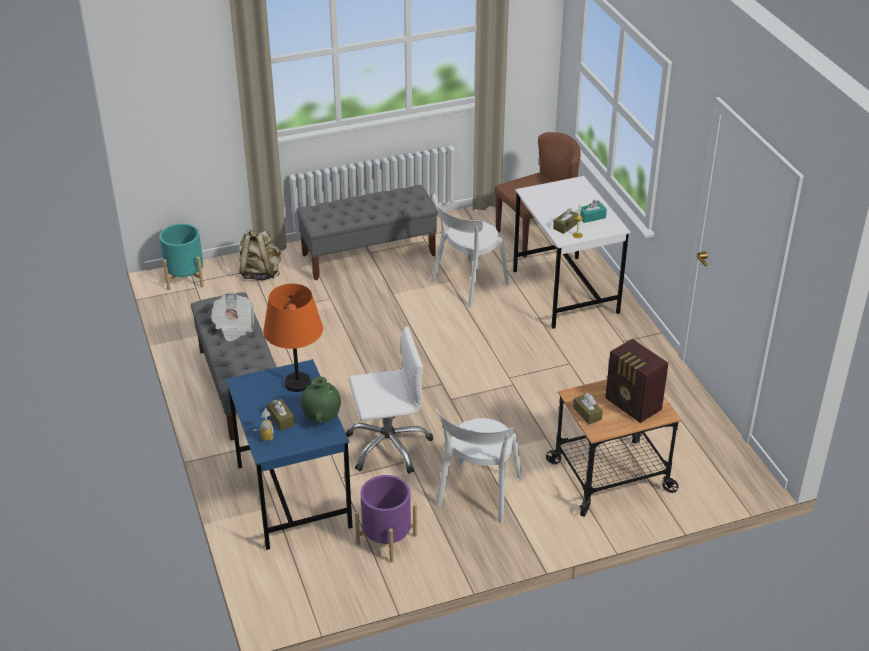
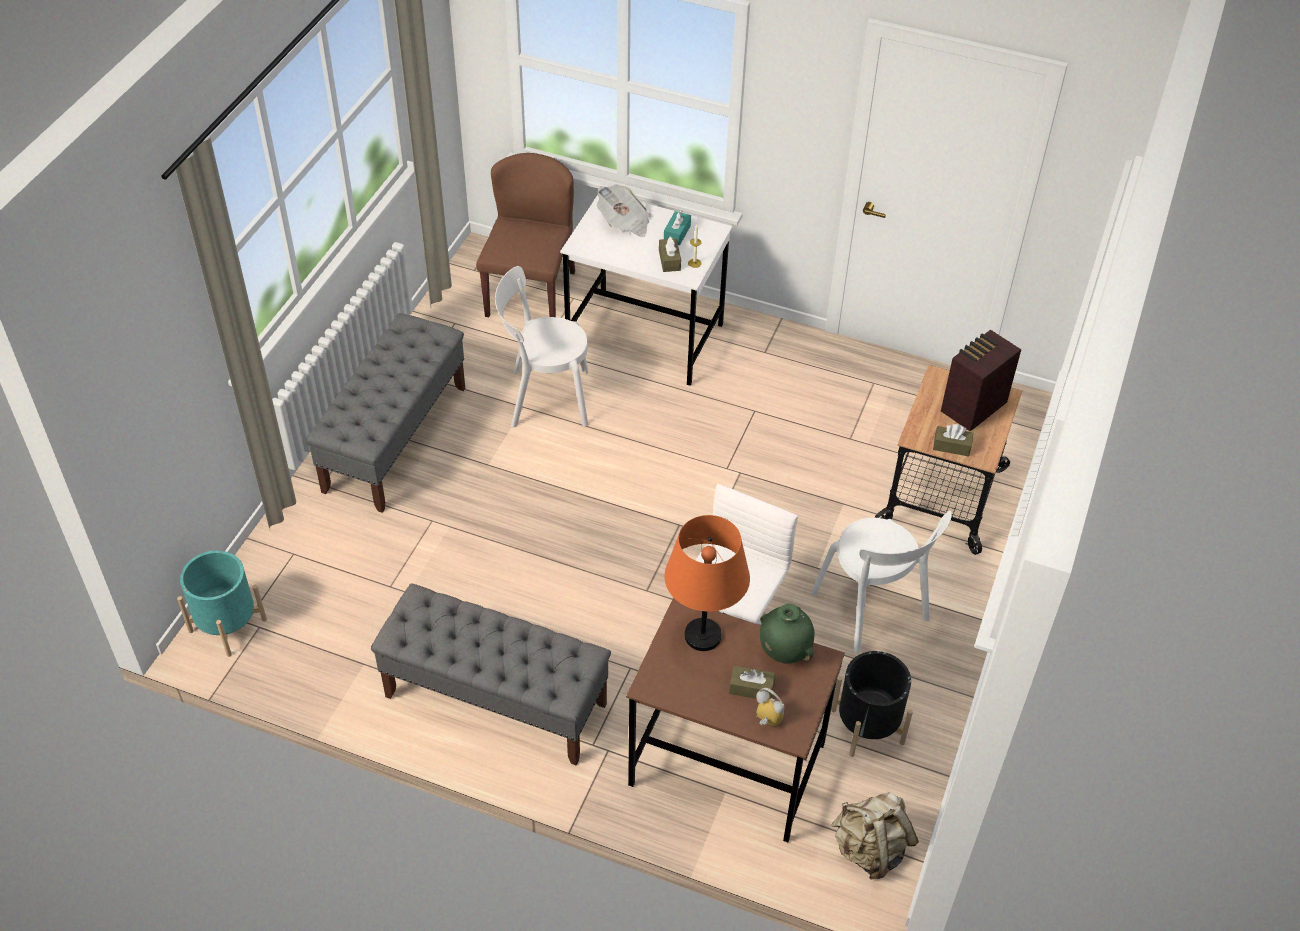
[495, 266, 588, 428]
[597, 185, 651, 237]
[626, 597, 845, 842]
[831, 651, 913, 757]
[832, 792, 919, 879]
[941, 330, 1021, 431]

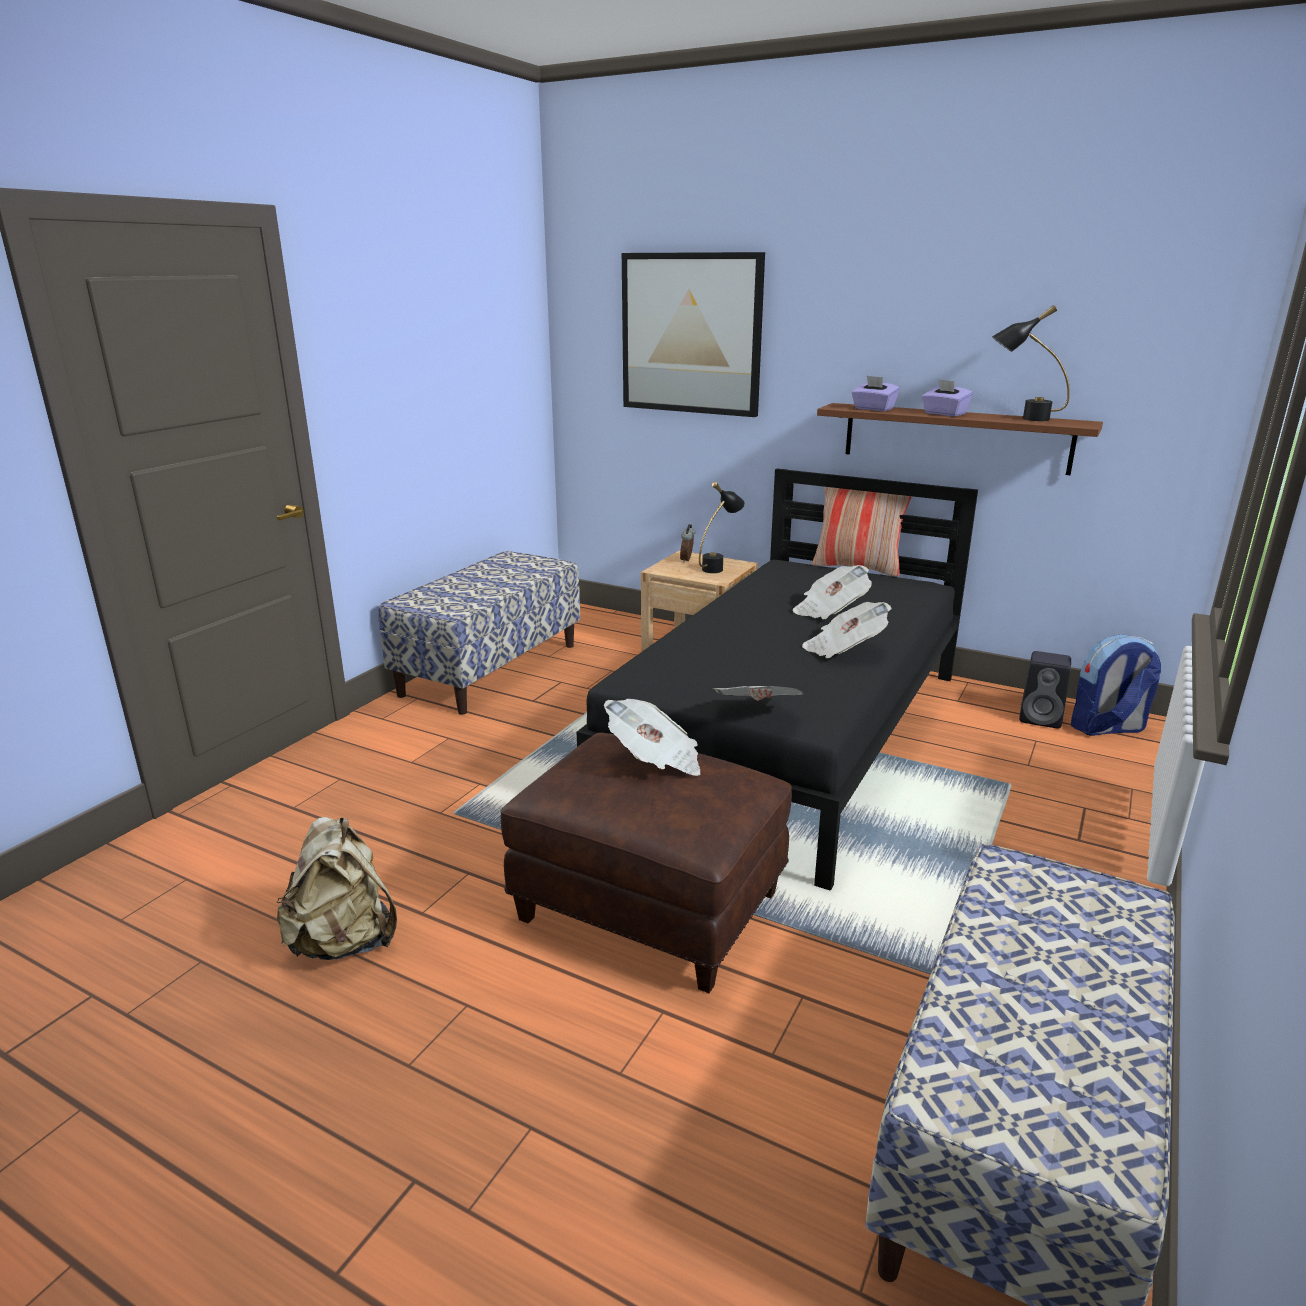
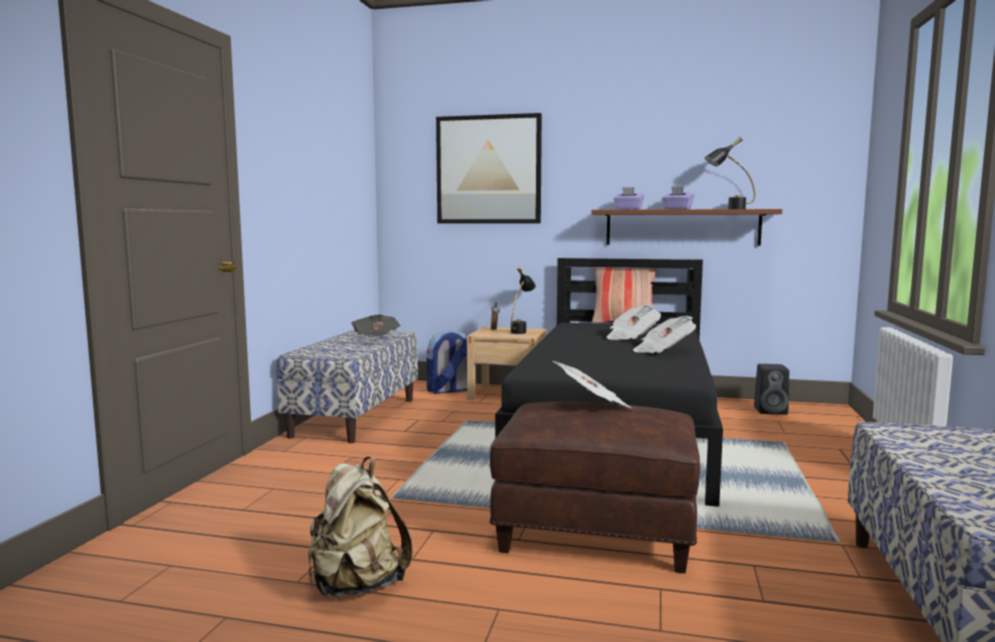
[351, 315, 400, 336]
[427, 330, 467, 394]

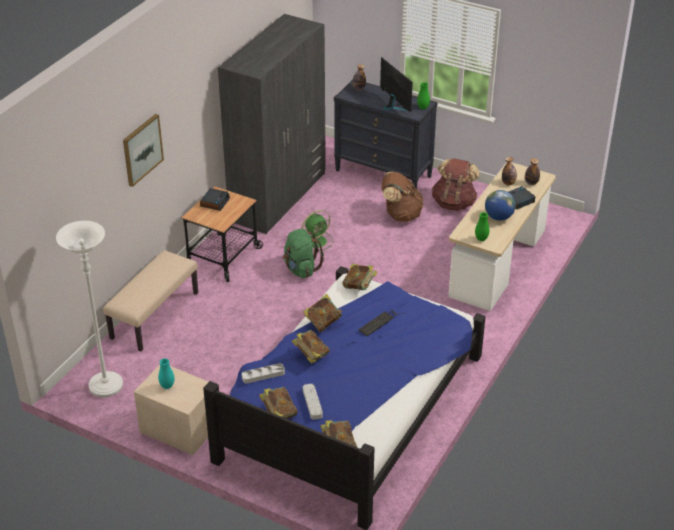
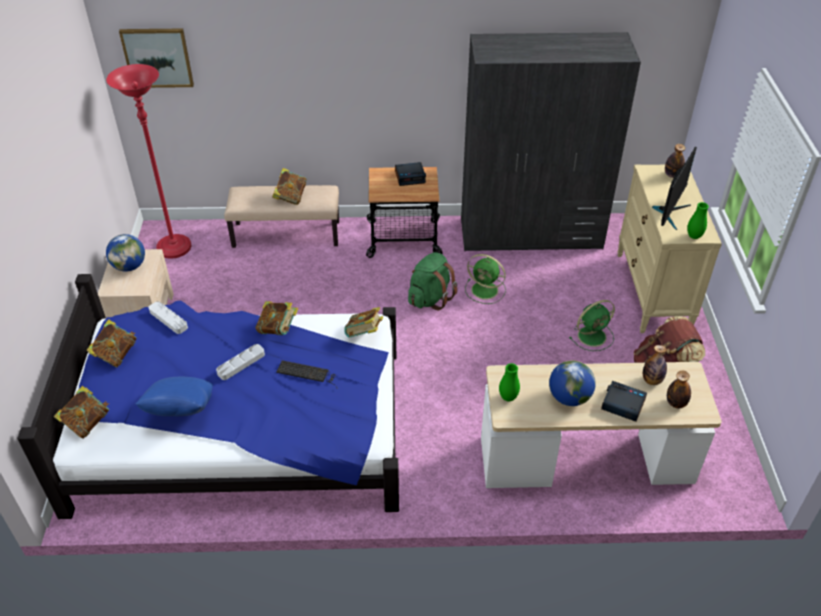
[106, 64, 191, 259]
[106, 234, 145, 272]
[119, 28, 194, 88]
[135, 377, 213, 416]
[216, 344, 265, 380]
[272, 168, 307, 205]
[569, 300, 615, 351]
[617, 165, 722, 333]

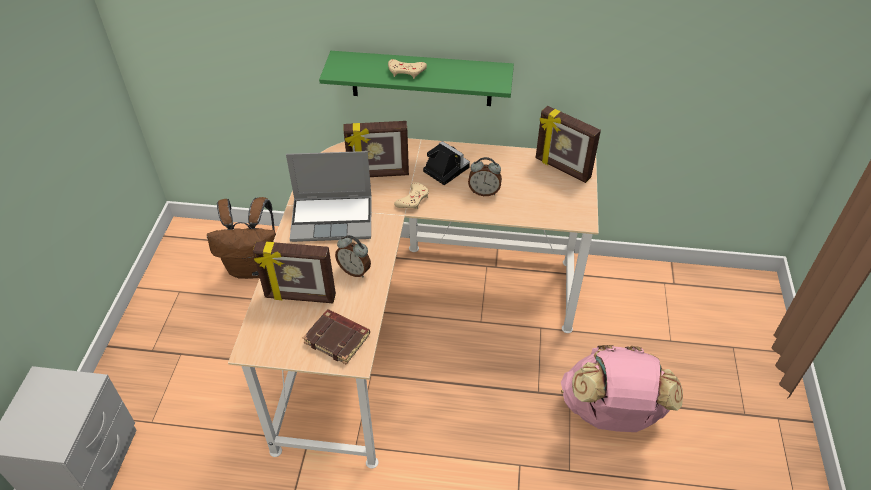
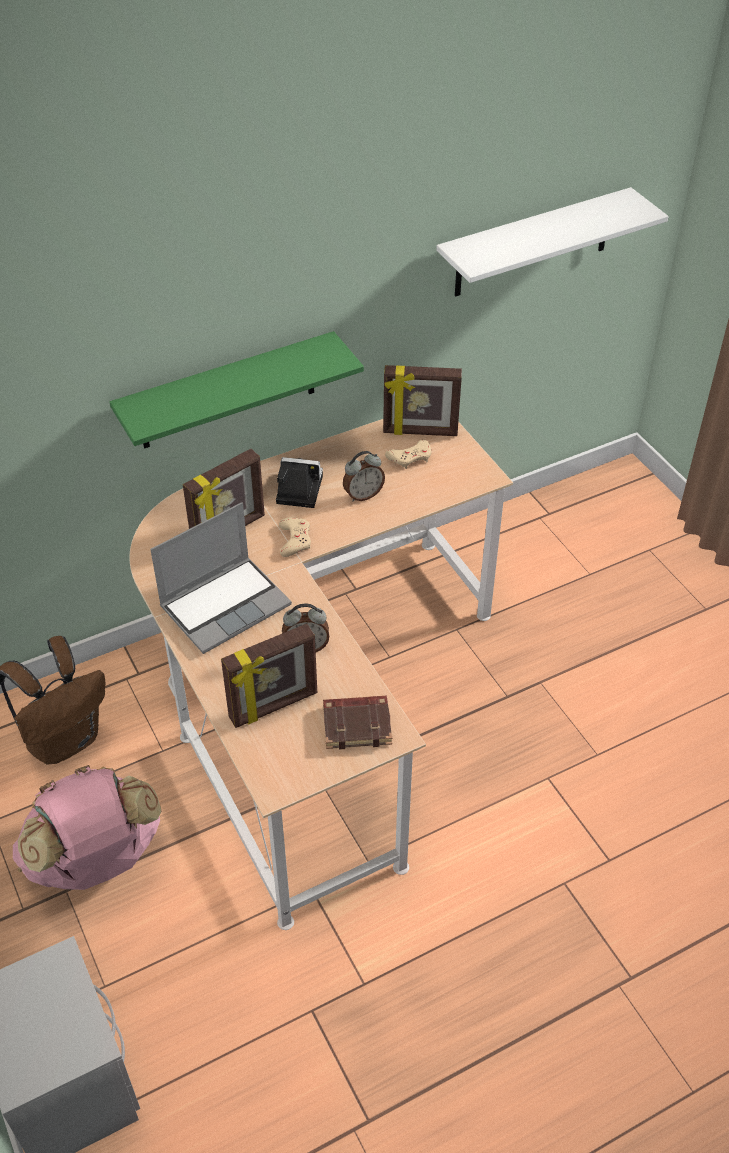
[13, 765, 161, 890]
[385, 440, 431, 469]
[436, 187, 669, 296]

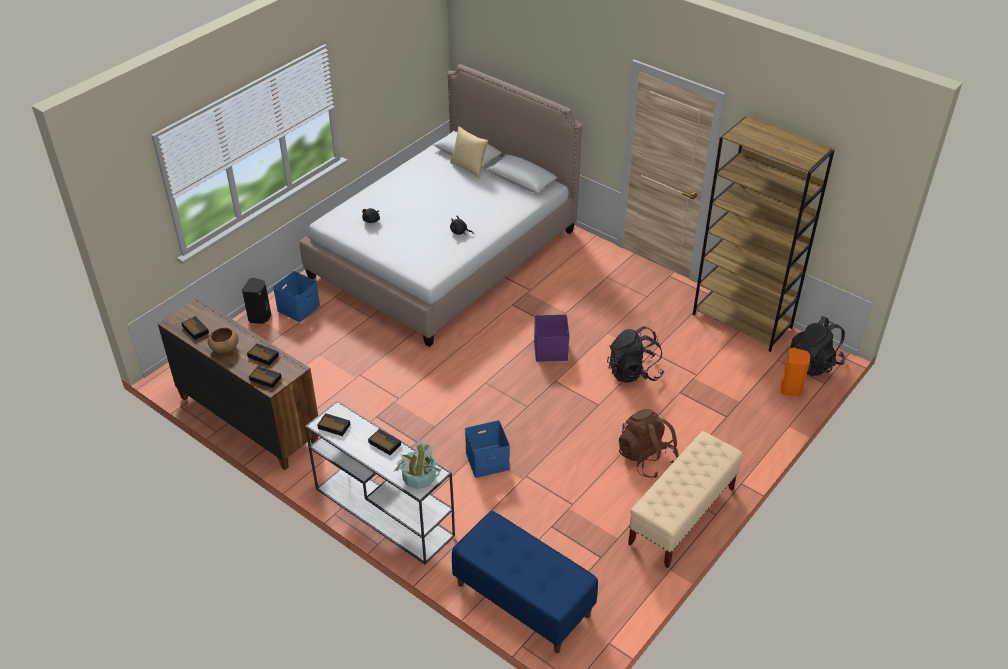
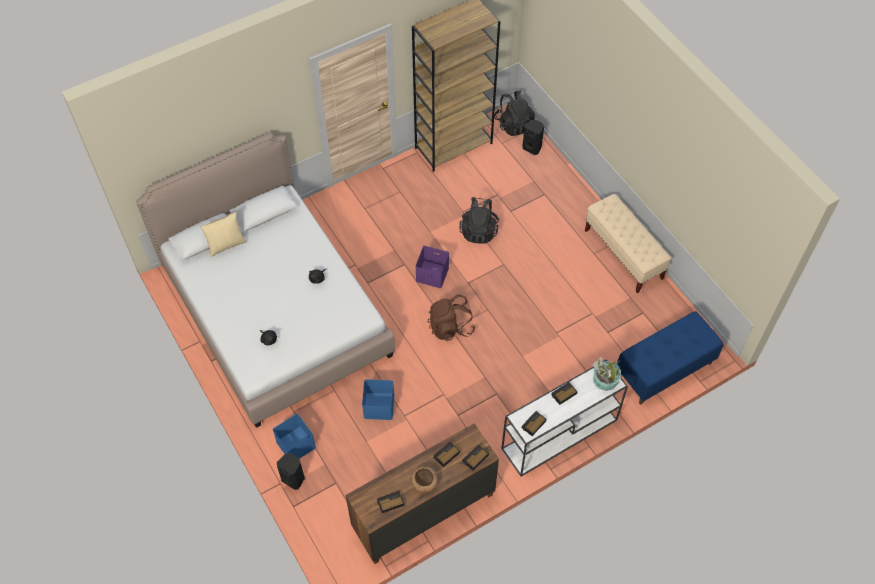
[362, 379, 394, 420]
[428, 294, 476, 341]
[522, 120, 544, 155]

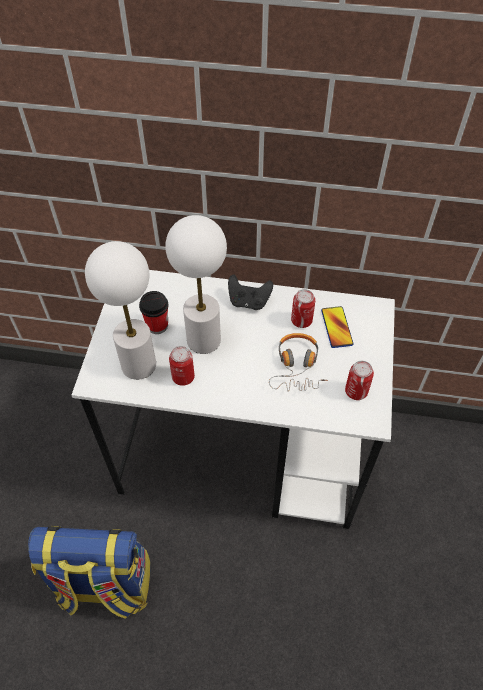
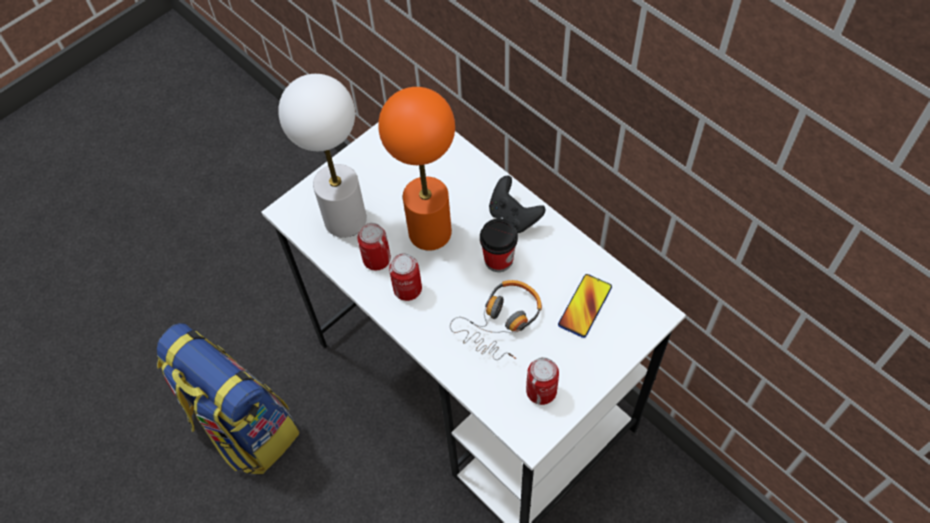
[378, 87, 455, 251]
[389, 253, 422, 301]
[480, 218, 518, 272]

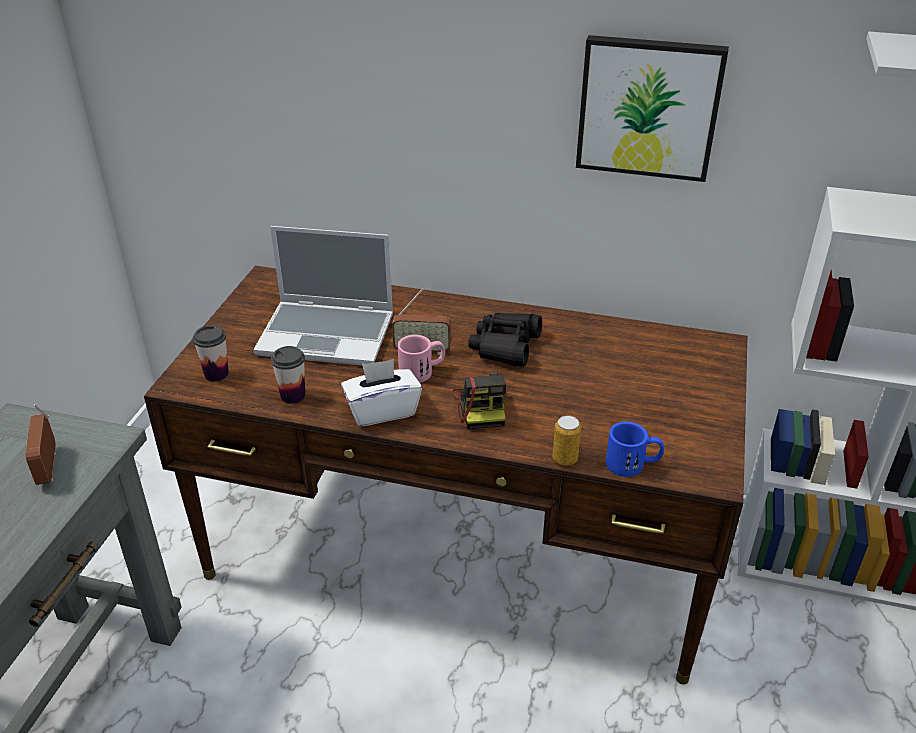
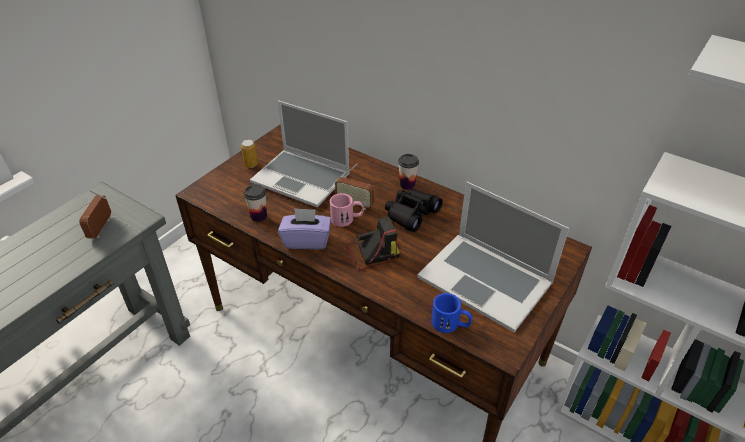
[241, 140, 258, 168]
[278, 208, 331, 249]
[346, 216, 400, 271]
[398, 154, 419, 190]
[417, 182, 569, 332]
[576, 35, 729, 182] (first image)

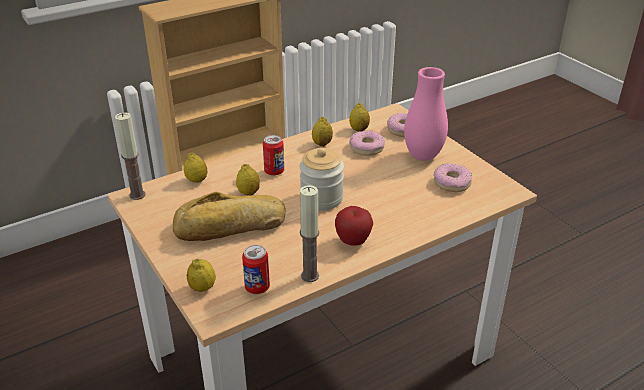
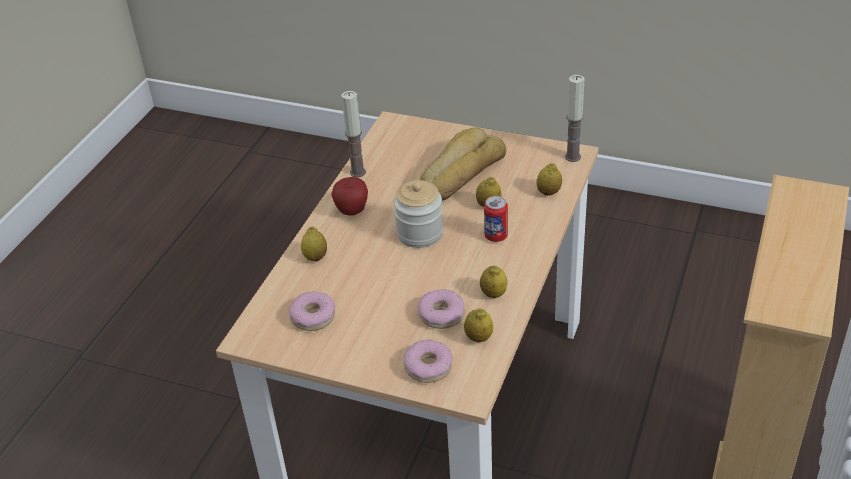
[301, 227, 327, 262]
[242, 245, 270, 294] (first image)
[404, 67, 448, 161] (first image)

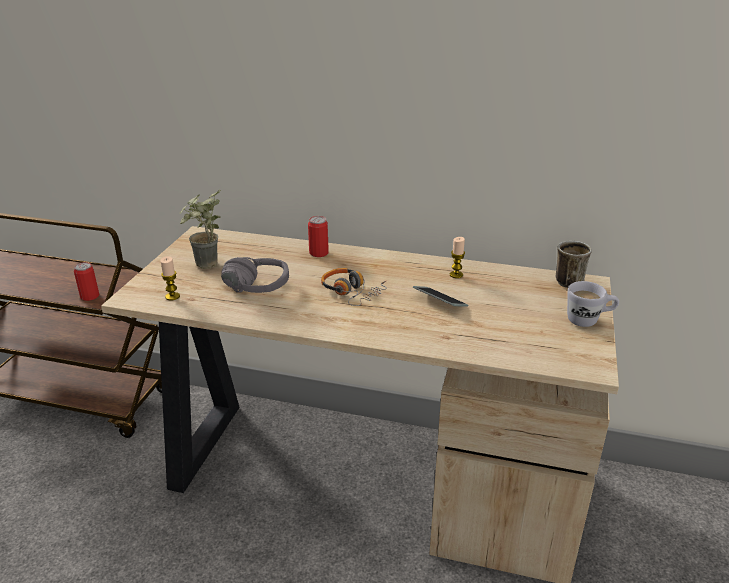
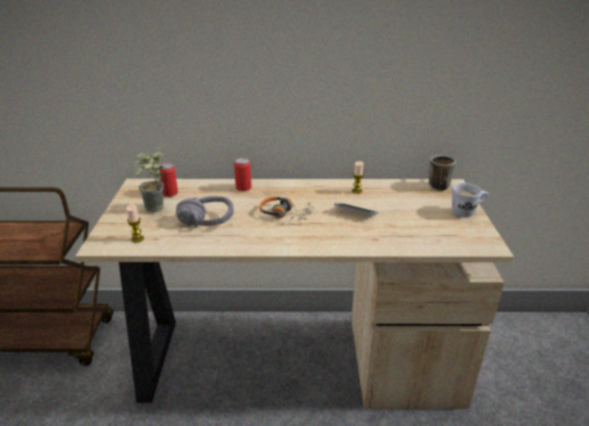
[159, 163, 178, 197]

